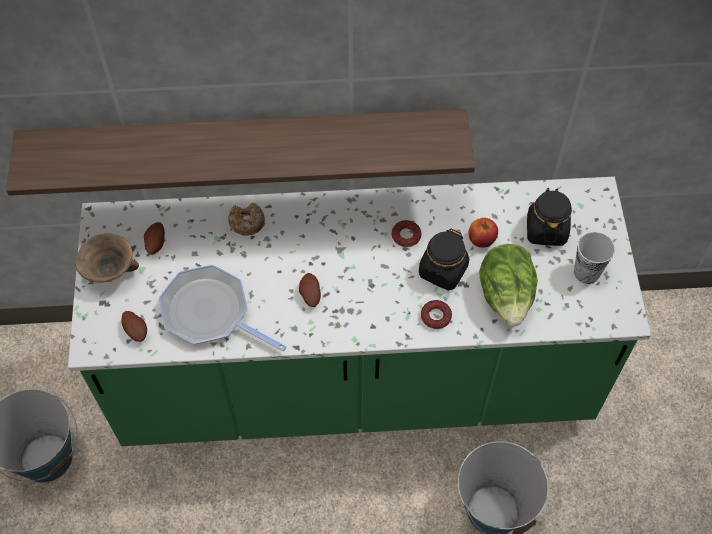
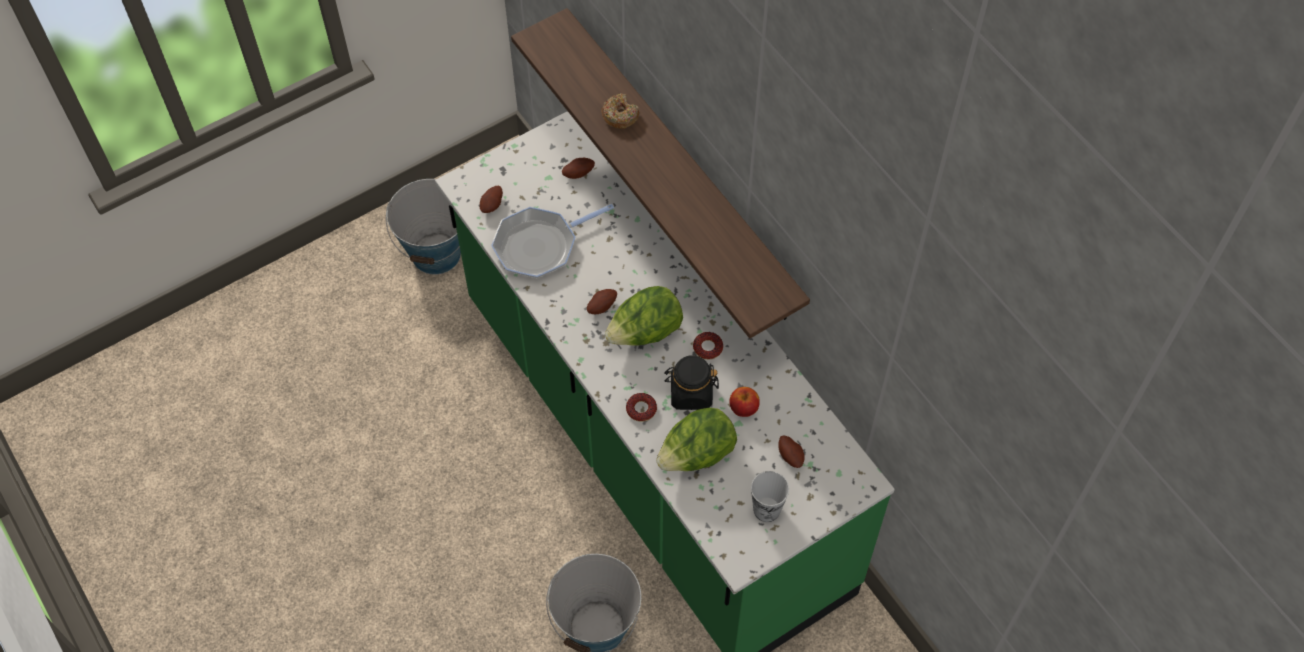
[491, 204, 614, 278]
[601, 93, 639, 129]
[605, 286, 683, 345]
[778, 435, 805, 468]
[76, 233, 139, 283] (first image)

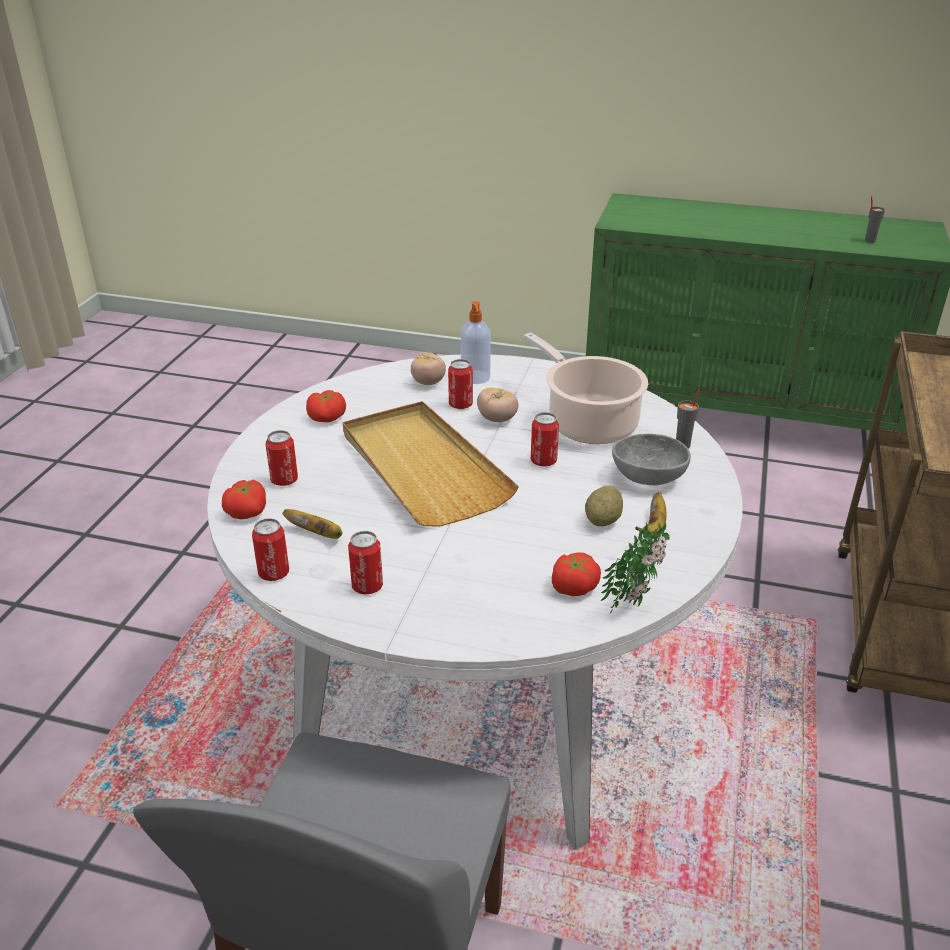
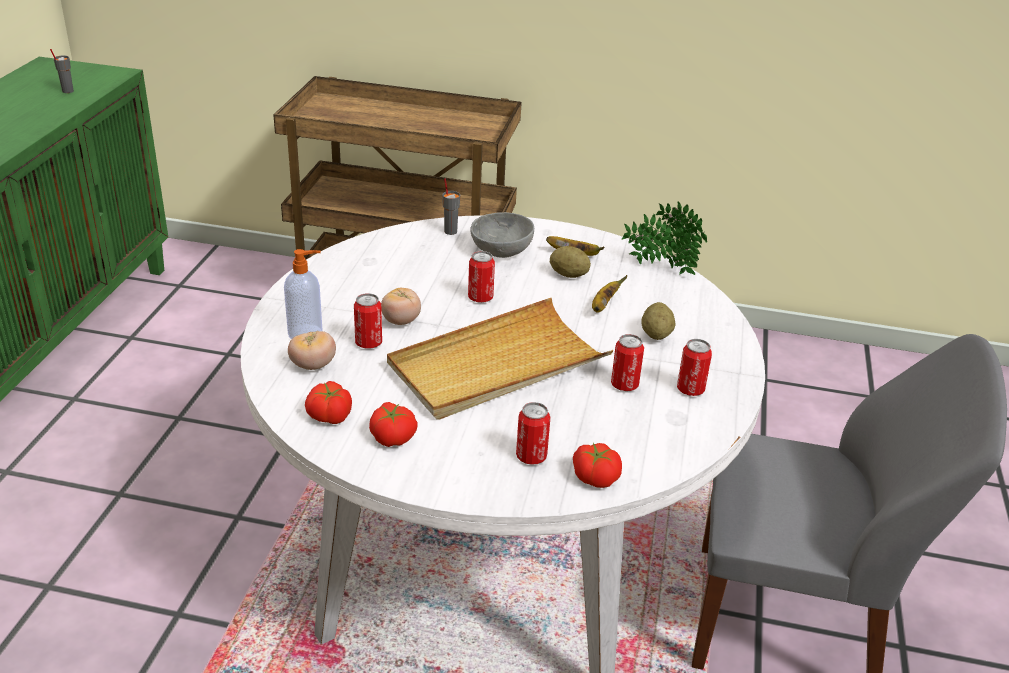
[305, 381, 352, 424]
[592, 275, 628, 313]
[611, 334, 644, 391]
[641, 302, 675, 340]
[524, 333, 648, 444] (first image)

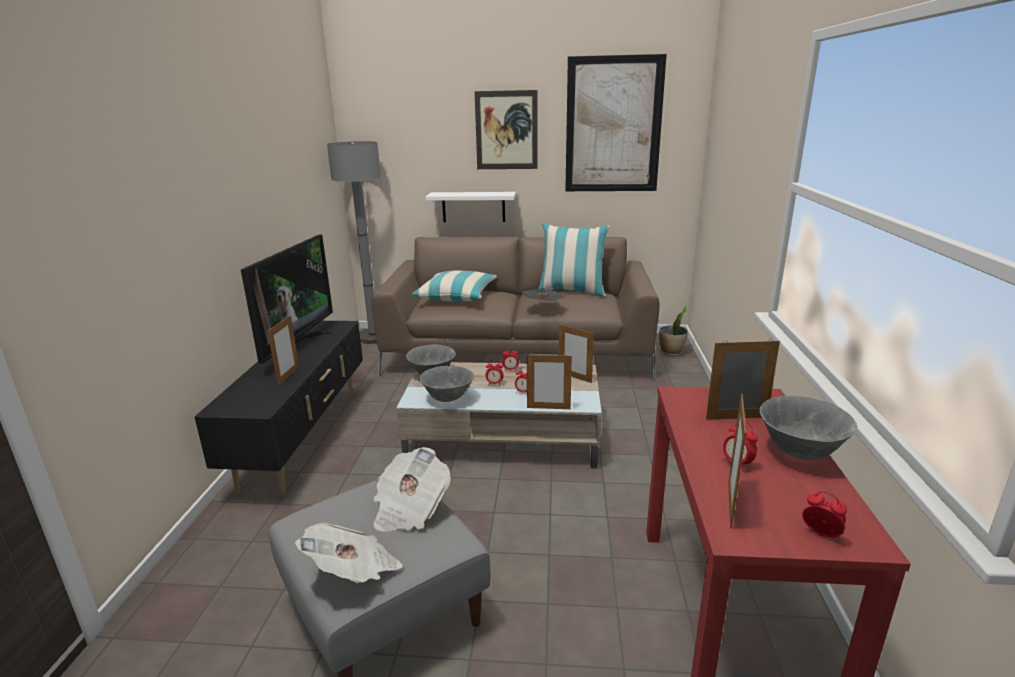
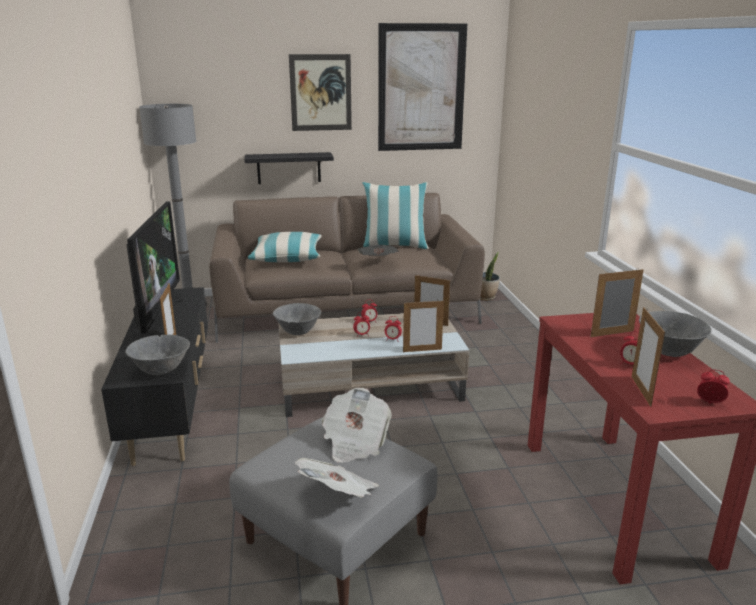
[125, 335, 190, 375]
[244, 152, 334, 184]

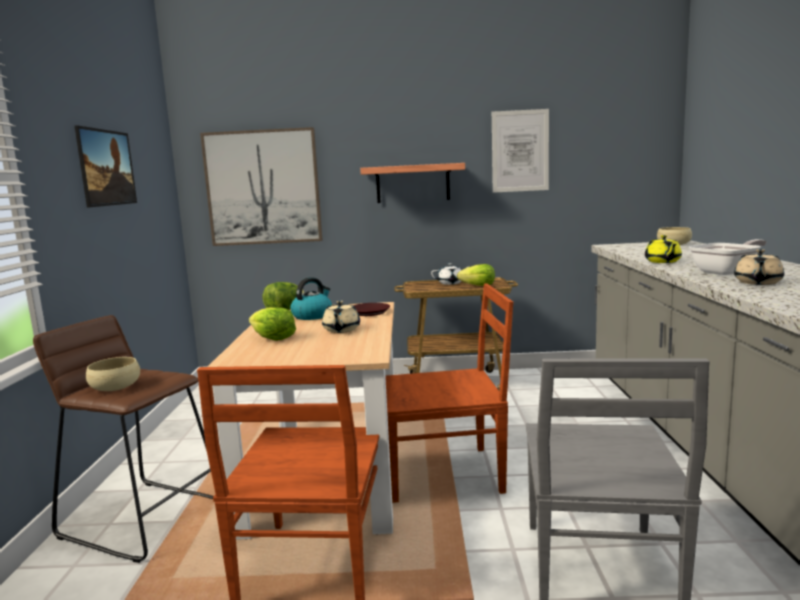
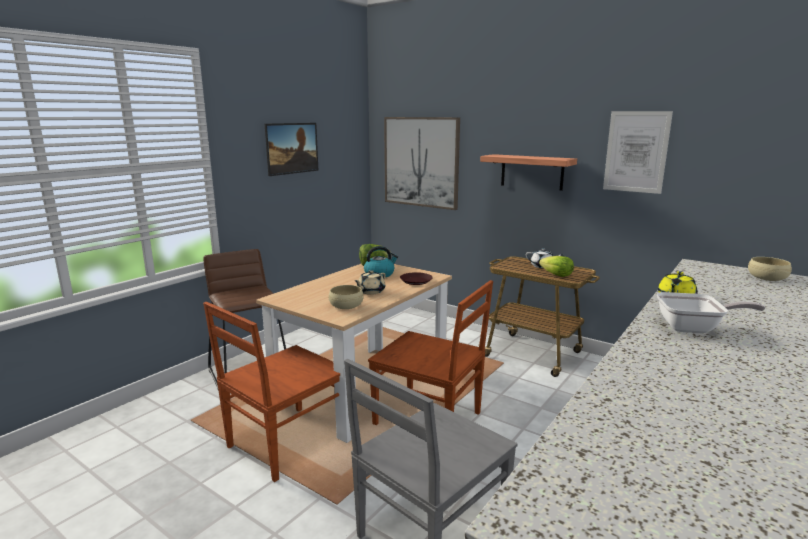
[329, 285, 364, 309]
[249, 307, 296, 341] (first image)
[734, 249, 784, 285] (first image)

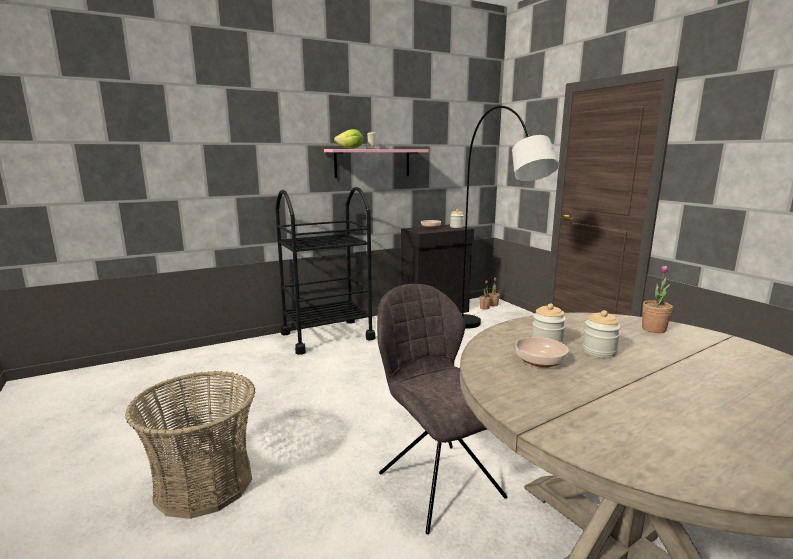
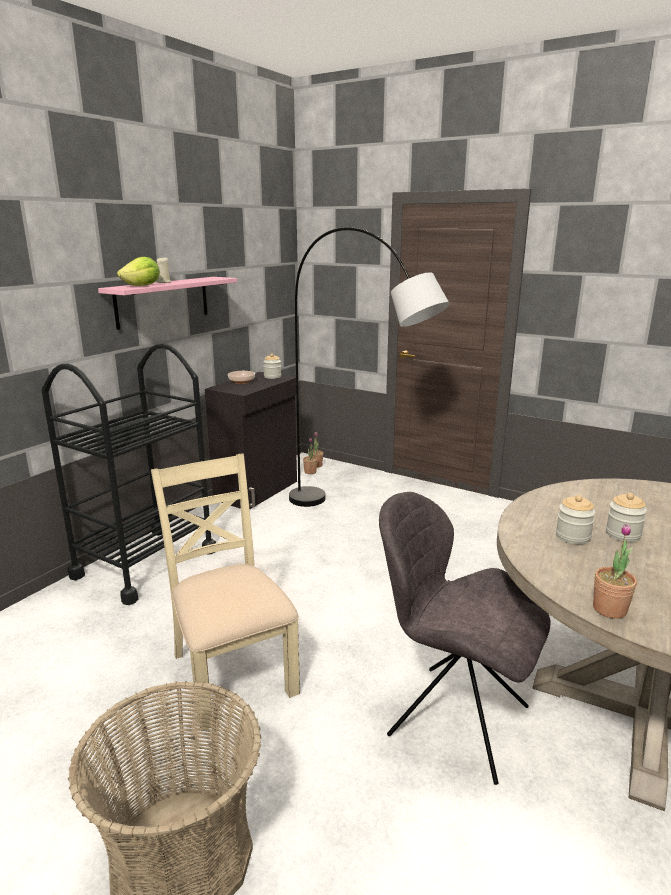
[151, 453, 300, 729]
[593, 524, 637, 619]
[515, 337, 569, 368] (first image)

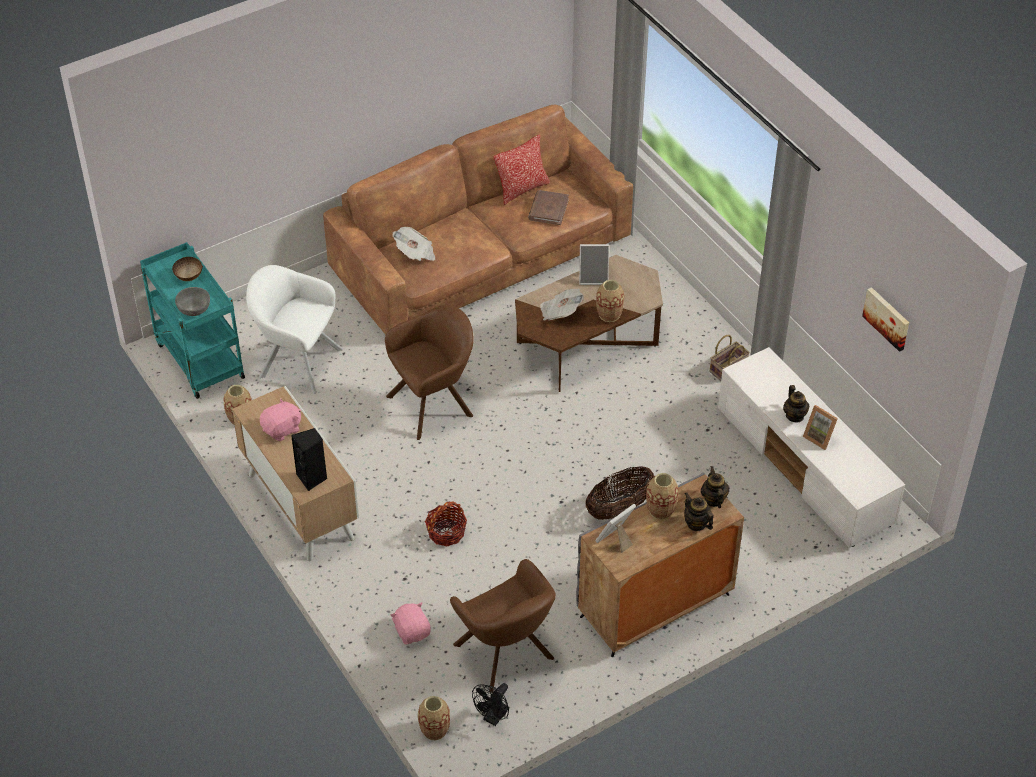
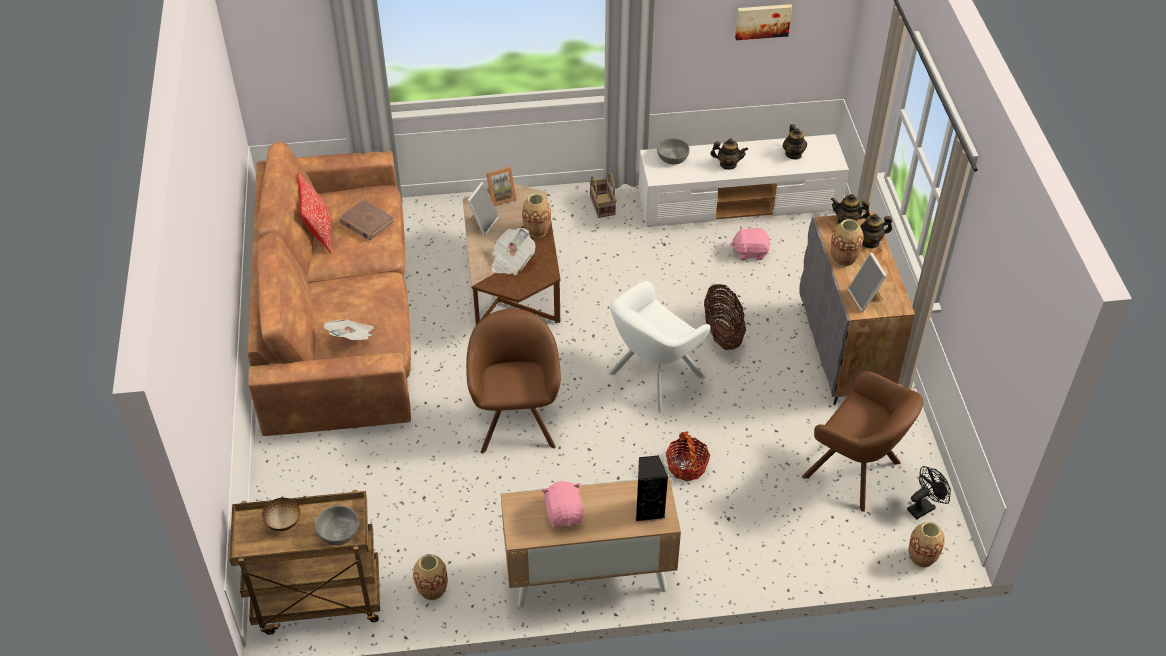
[229, 490, 380, 635]
[486, 167, 517, 207]
[608, 281, 711, 413]
[657, 138, 690, 164]
[730, 226, 770, 260]
[783, 124, 807, 160]
[802, 371, 923, 512]
[907, 466, 951, 519]

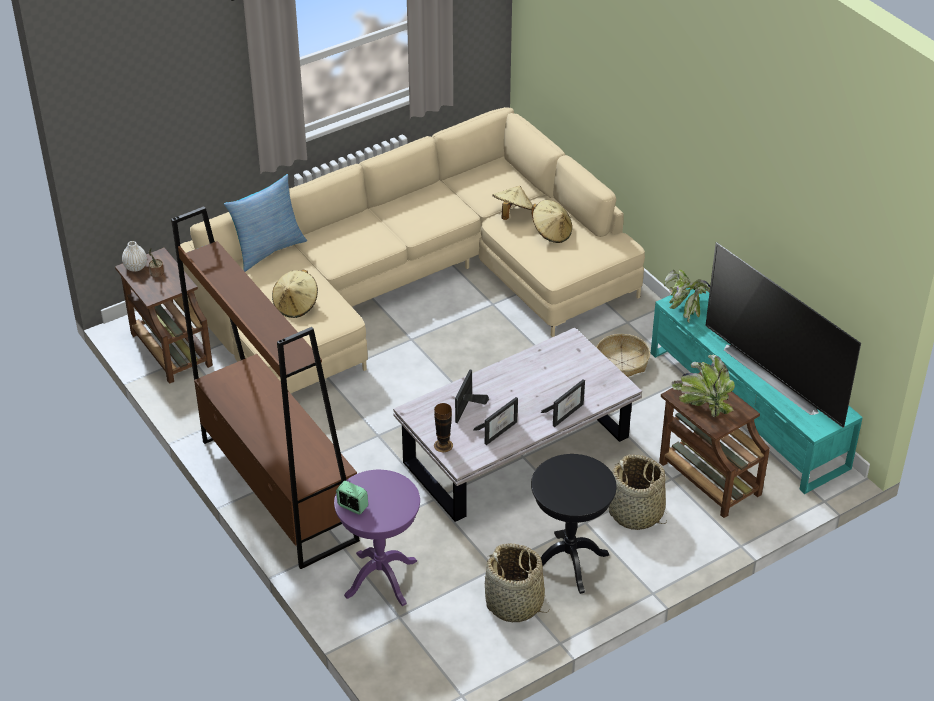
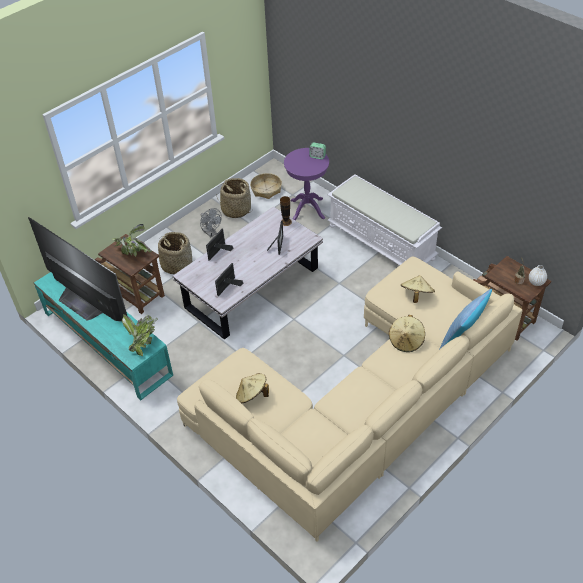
[200, 208, 222, 237]
[215, 263, 243, 296]
[250, 173, 282, 199]
[327, 174, 442, 265]
[389, 315, 425, 352]

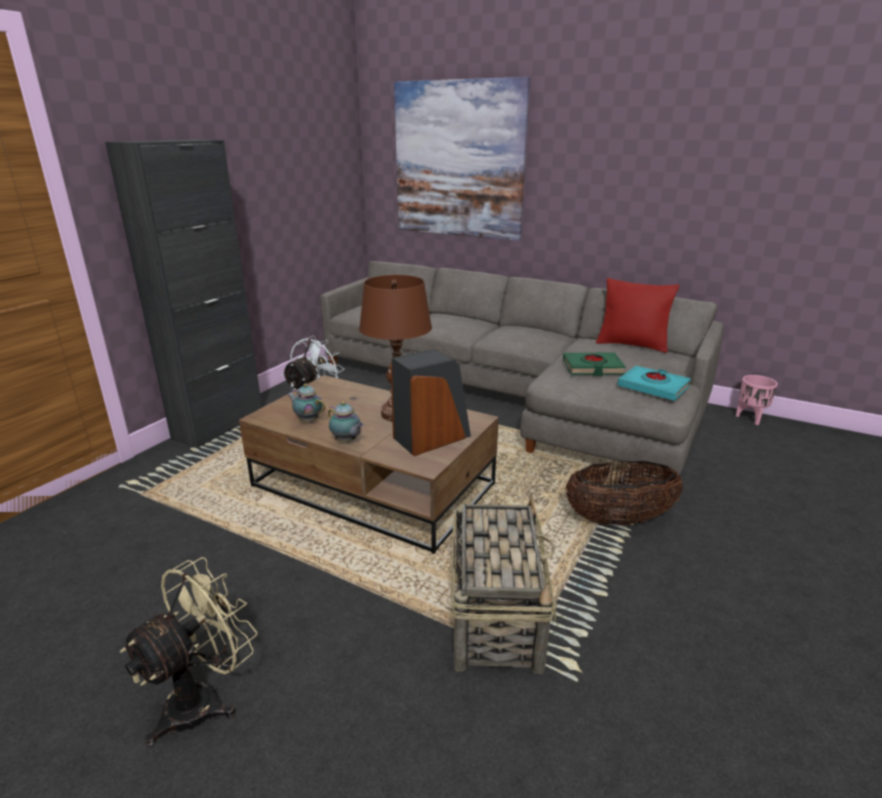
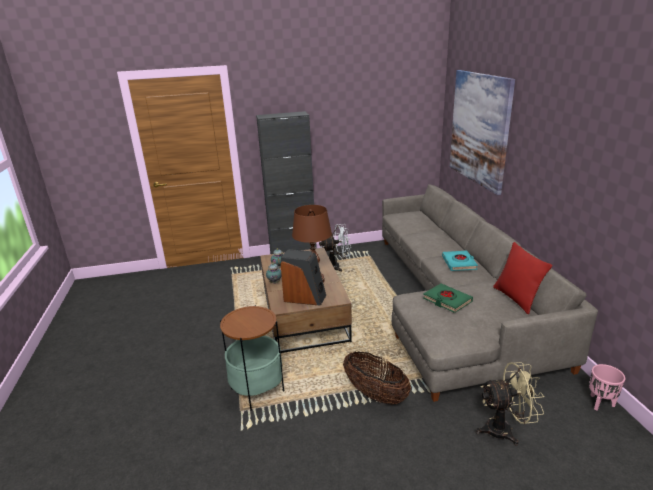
[220, 305, 284, 411]
[442, 251, 478, 271]
[476, 362, 545, 446]

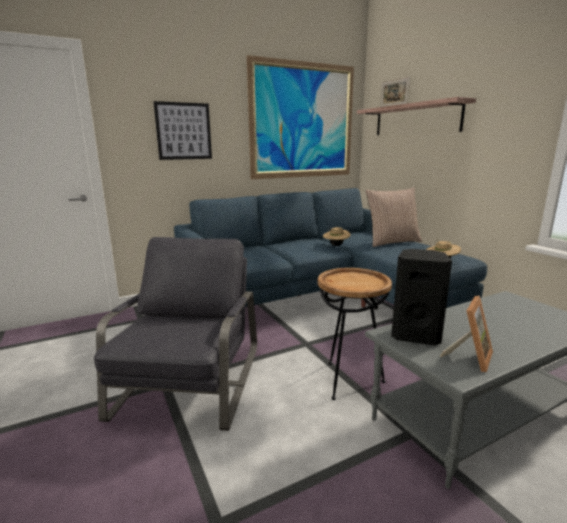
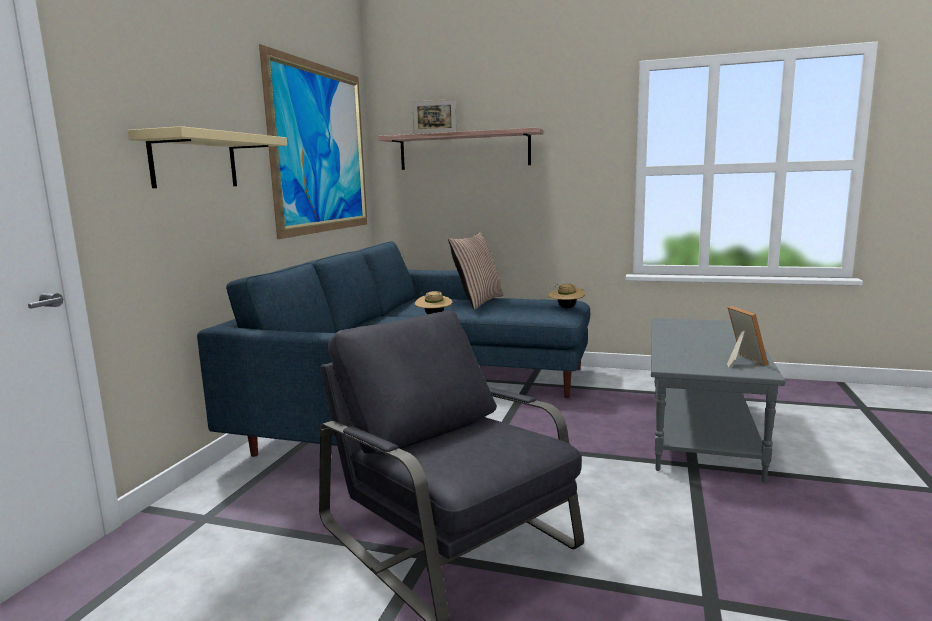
[128, 126, 287, 188]
[318, 268, 392, 400] (first image)
[391, 249, 452, 346] (first image)

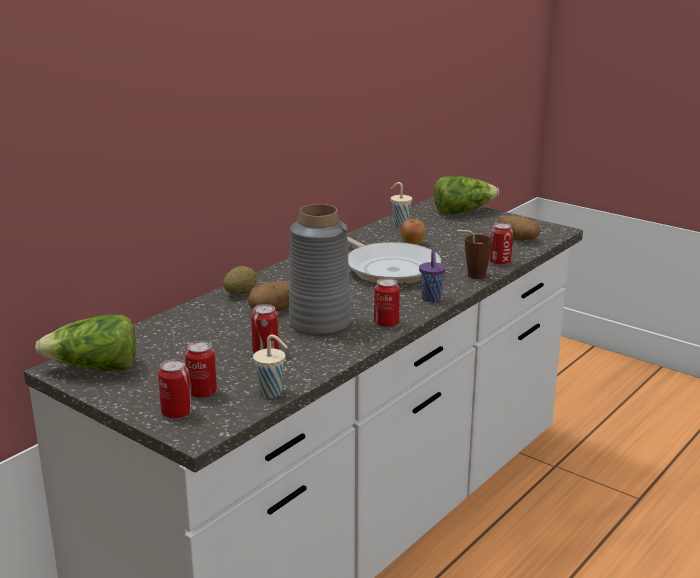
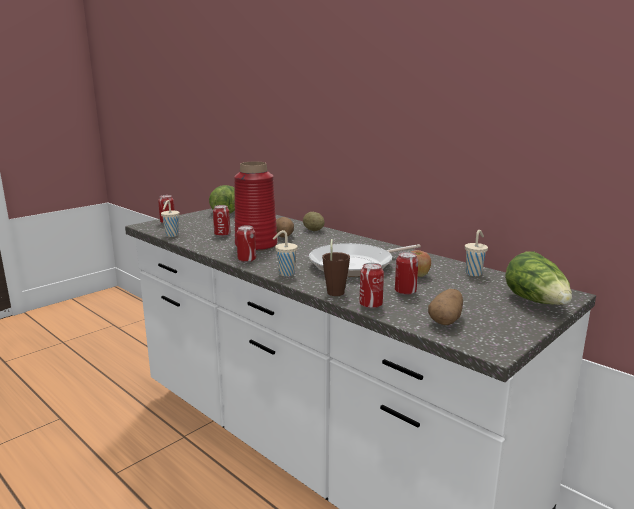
[234, 162, 278, 251]
[273, 230, 297, 276]
[395, 252, 418, 295]

